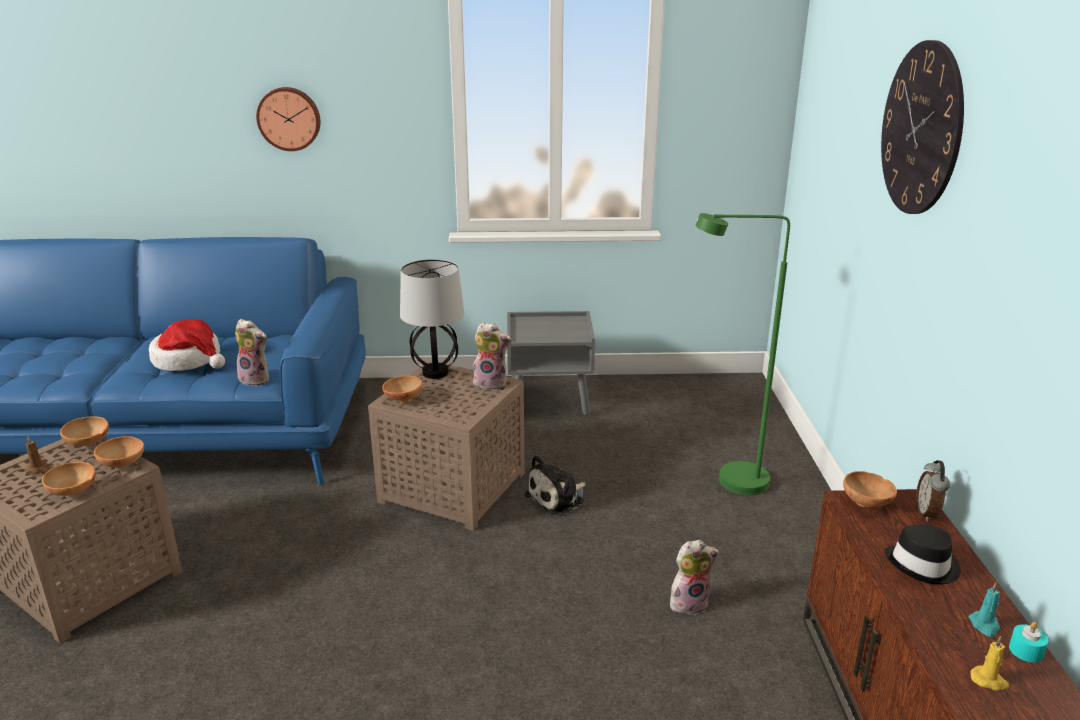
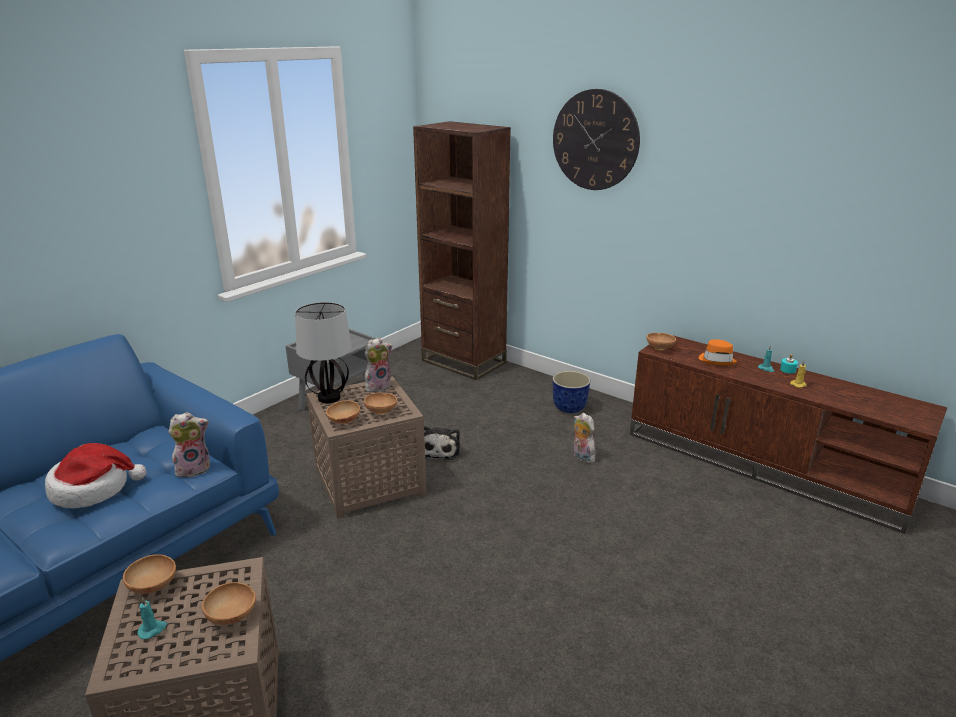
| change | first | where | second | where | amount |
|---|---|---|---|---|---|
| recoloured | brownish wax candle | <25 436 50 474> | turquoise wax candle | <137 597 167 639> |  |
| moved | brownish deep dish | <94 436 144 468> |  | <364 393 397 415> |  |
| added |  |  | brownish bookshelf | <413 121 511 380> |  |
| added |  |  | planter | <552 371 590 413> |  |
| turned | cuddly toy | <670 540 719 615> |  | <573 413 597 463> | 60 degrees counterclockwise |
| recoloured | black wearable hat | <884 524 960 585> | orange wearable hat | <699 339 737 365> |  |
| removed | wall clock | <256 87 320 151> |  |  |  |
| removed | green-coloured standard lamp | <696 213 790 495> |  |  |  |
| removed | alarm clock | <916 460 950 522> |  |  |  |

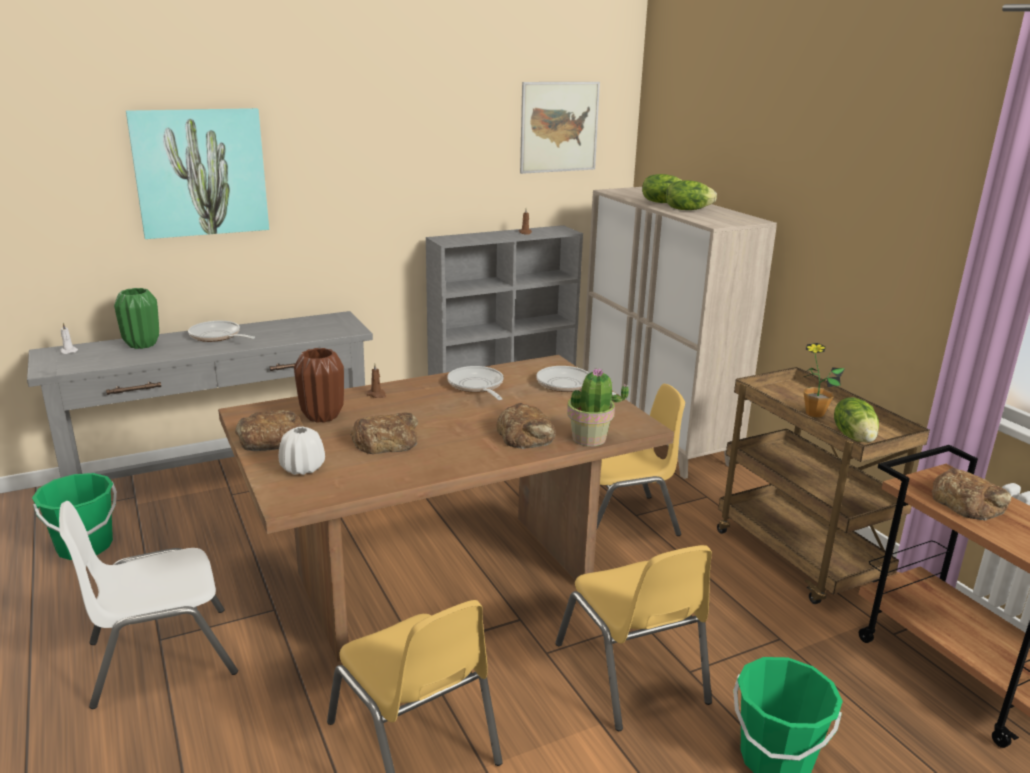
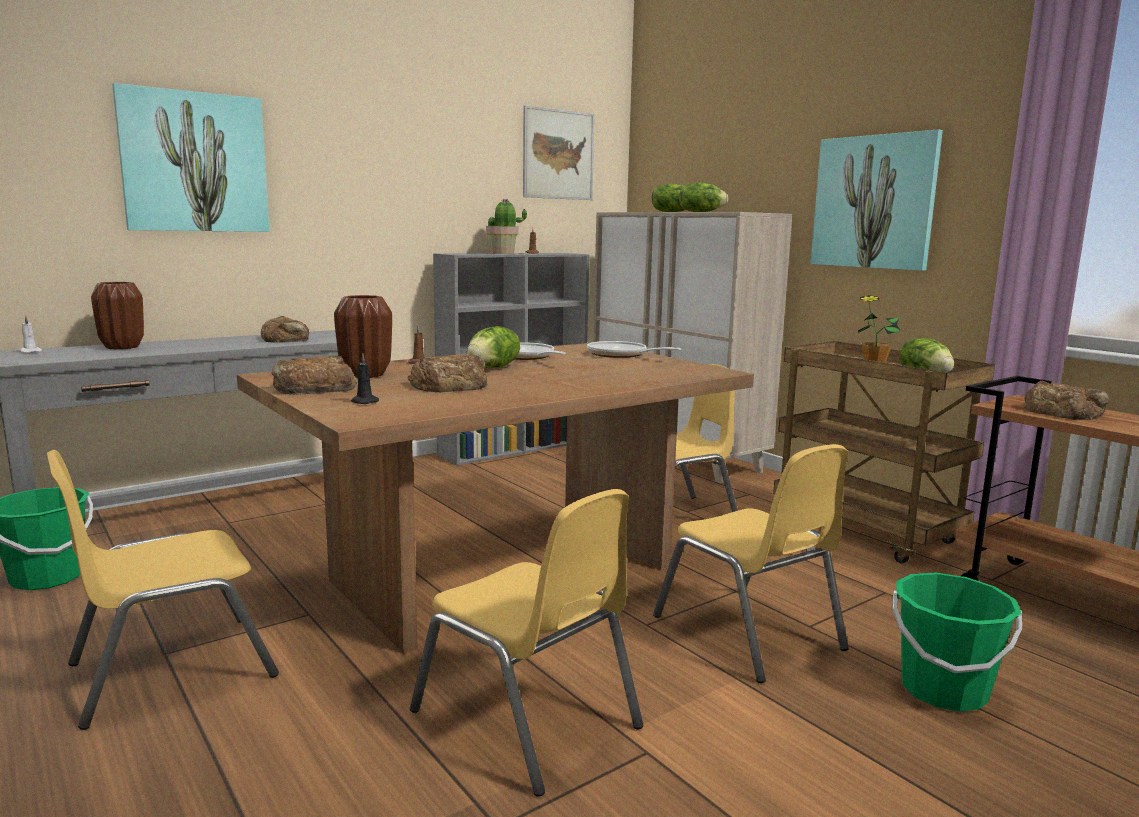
| change | first | where | second | where | amount |
|---|---|---|---|---|---|
| recoloured | white chair | <59 501 238 709> | yellow chair | <47 449 279 730> |  |
| recoloured | green-coloured vase | <114 288 159 349> | brownish vase | <91 282 144 349> |  |
| moved | bakery bread | <496 403 556 449> |  | <261 316 309 343> |  |
| replaced | white vase | <279 427 325 475> | black wax candle | <351 353 379 404> |  |
| added |  |  | lettuce | <467 326 520 368> |  |
| moved | plant in a pot | <567 368 629 446> |  | <486 199 527 254> |  |
| added |  |  | wall art | <810 129 943 271> |  |
| removed | frying pan | <188 321 255 342> |  |  |  |

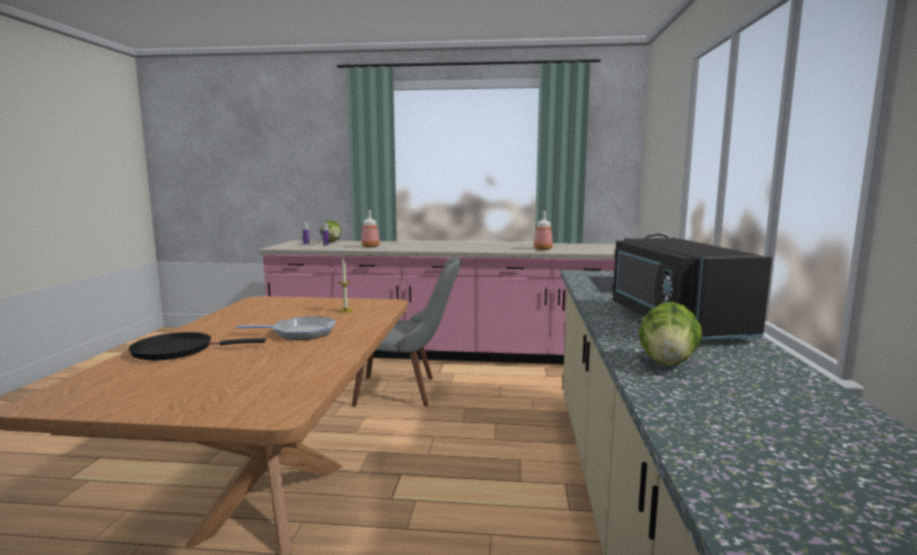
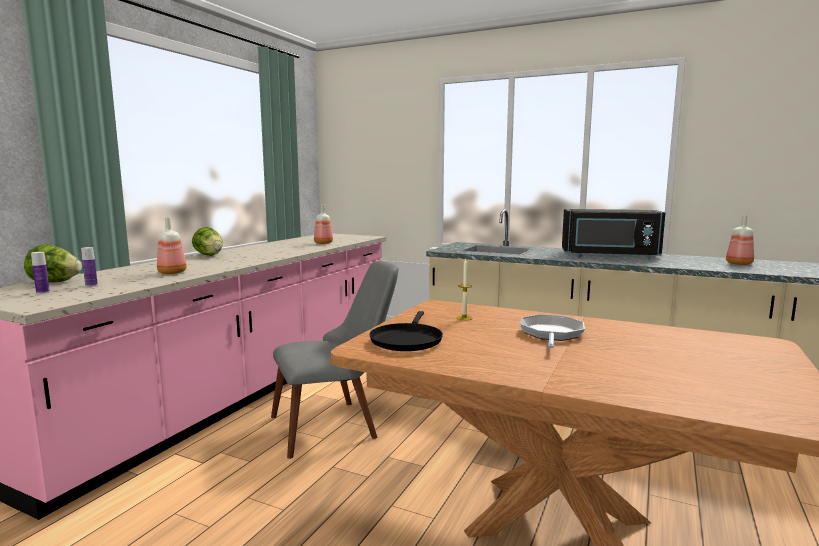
| change | first | where | second | where | amount |
|---|---|---|---|---|---|
| moved | lettuce | <639 302 703 366> |  | <192 227 223 256> |  |
| turned | grey chair | <352 257 461 407> |  | <271 261 398 459> | 45 degrees clockwise |
| moved | black frying pan | <128 332 266 360> |  | <369 311 443 351> |  |
| added |  |  | bottle | <726 215 754 265> |  |

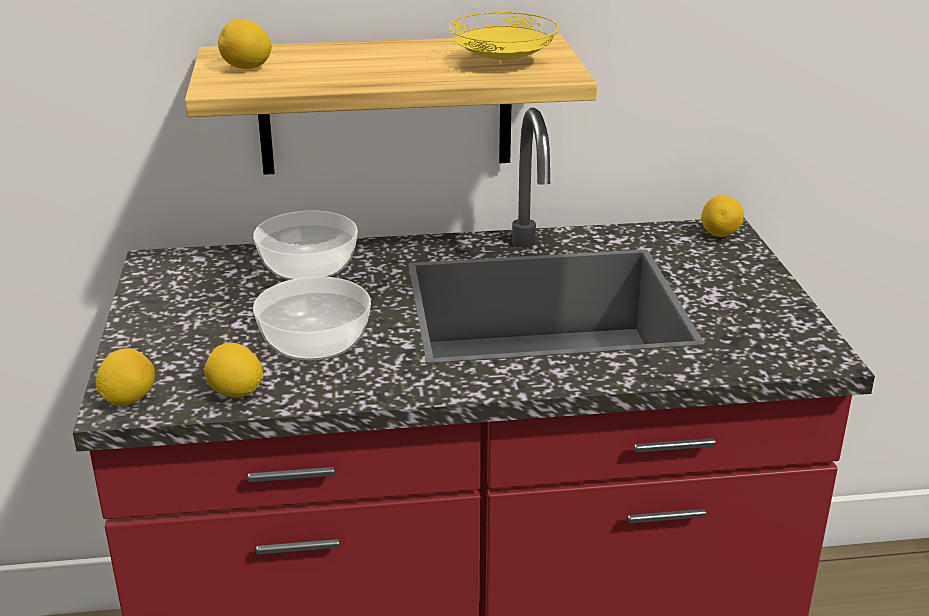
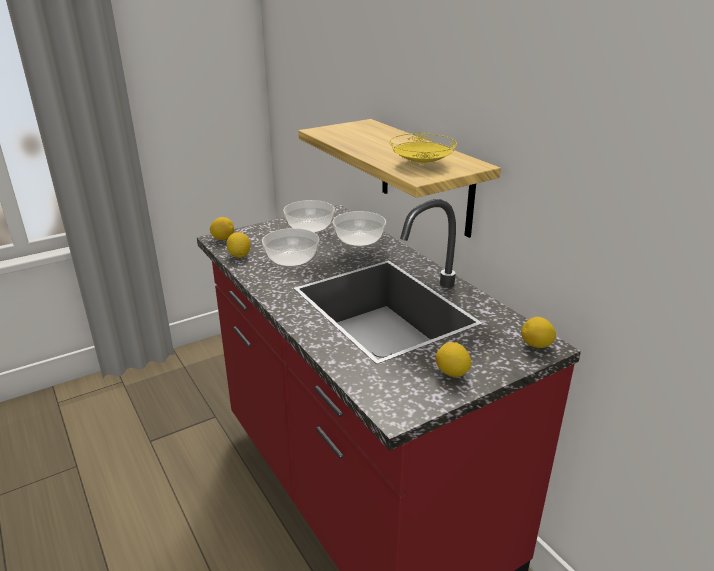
| change | first | where | second | where | amount |
|---|---|---|---|---|---|
| added |  |  | deep dish | <283 200 335 233> |  |
| moved | whole lemon | <218 19 272 69> |  | <436 342 471 377> |  |

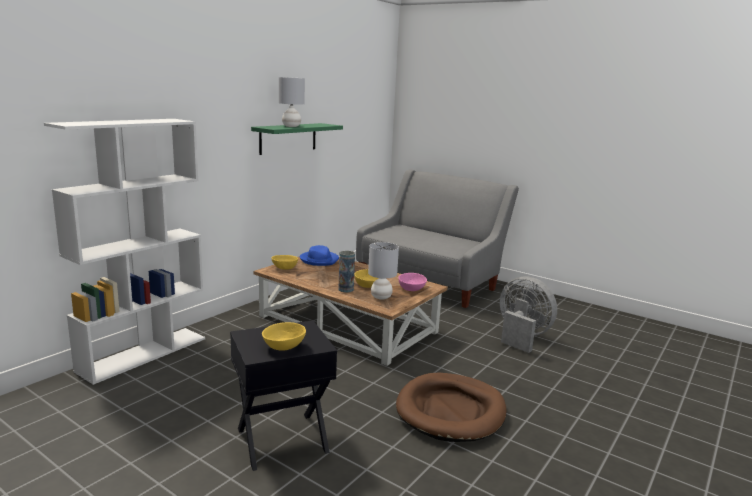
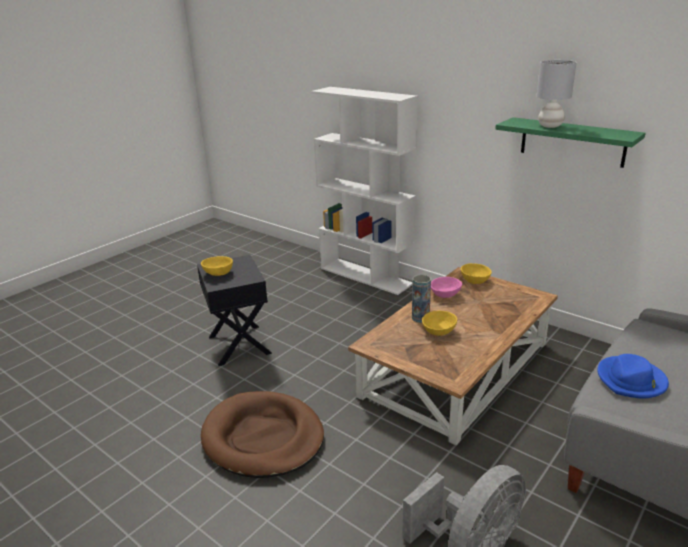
| change | first | where | second | where | amount |
|---|---|---|---|---|---|
| moved | pink deep dish | <398 273 427 291> |  | <431 277 462 298> |  |
| moved | blue-coloured wearable hat | <300 245 339 266> |  | <598 354 669 399> |  |
| removed | grey table lamp | <368 242 399 300> |  |  |  |

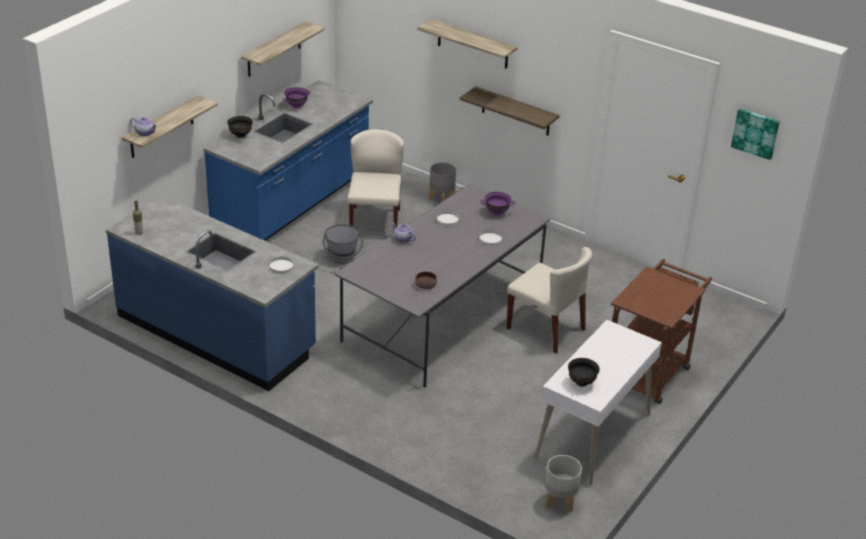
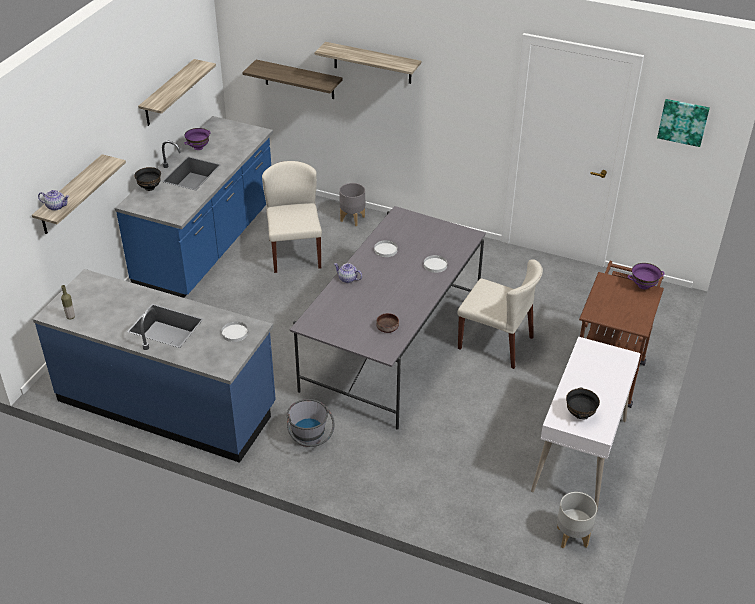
| change | first | where | second | where | amount |
|---|---|---|---|---|---|
| moved | bracket shelf | <460 86 560 135> |  | <242 60 343 99> |  |
| moved | grey water bucket | <323 224 363 264> |  | <287 399 335 447> |  |
| moved | purple-coloured deep dish | <480 192 516 216> |  | <628 263 665 290> |  |

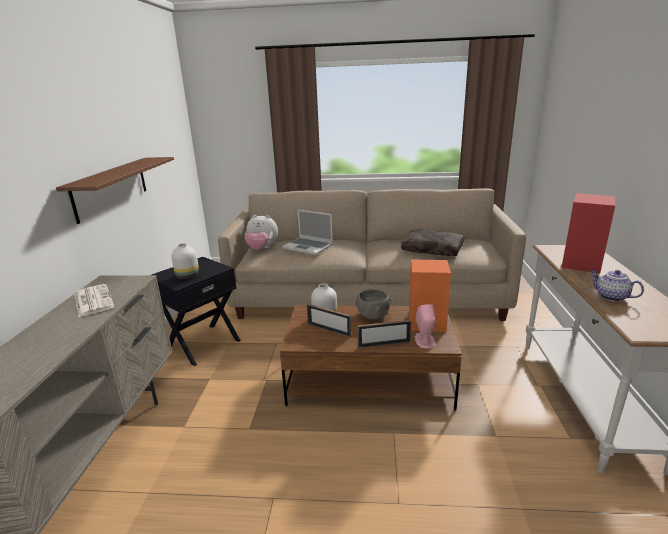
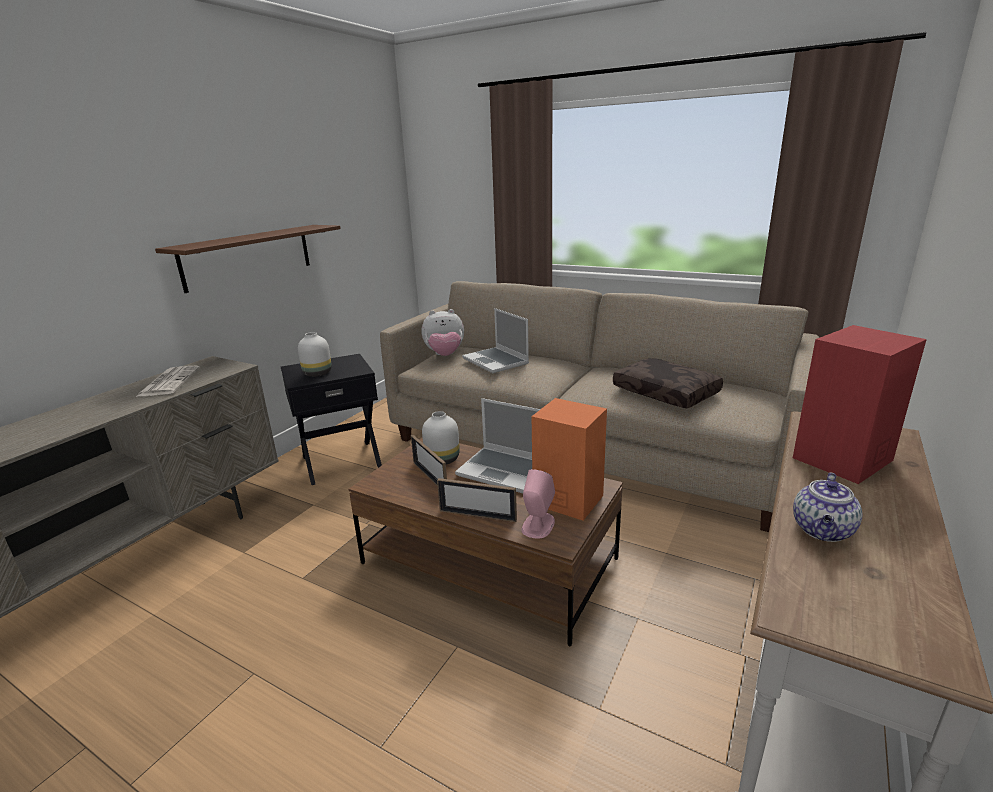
| change | first | where | second | where | amount |
|---|---|---|---|---|---|
| turned | cuddly toy | <245 215 278 250> |  | <421 309 464 356> | 45 degrees counterclockwise |
| replaced | grey deep dish | <355 289 391 320> | laptop | <455 398 540 493> |  |
| turned | tea pot | <590 270 644 302> |  | <793 473 863 542> | 135 degrees counterclockwise |

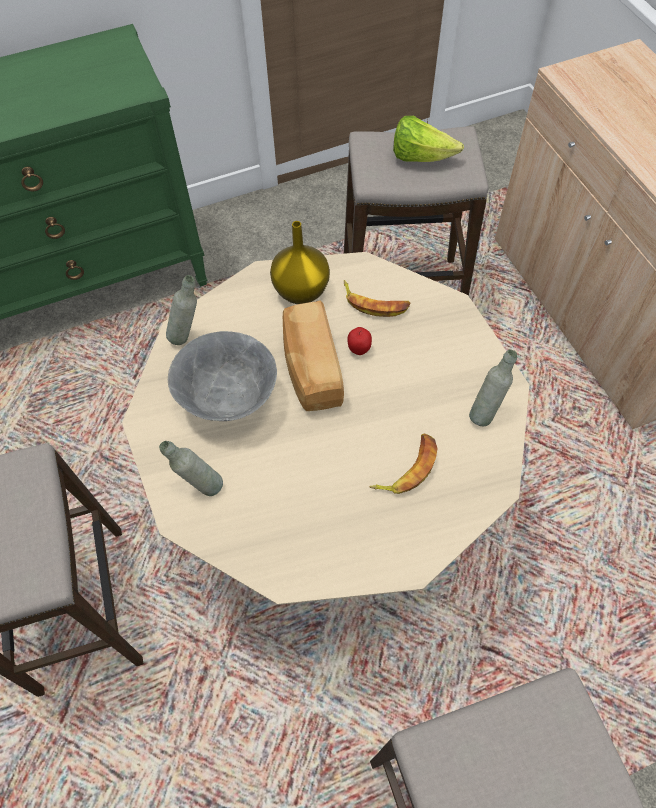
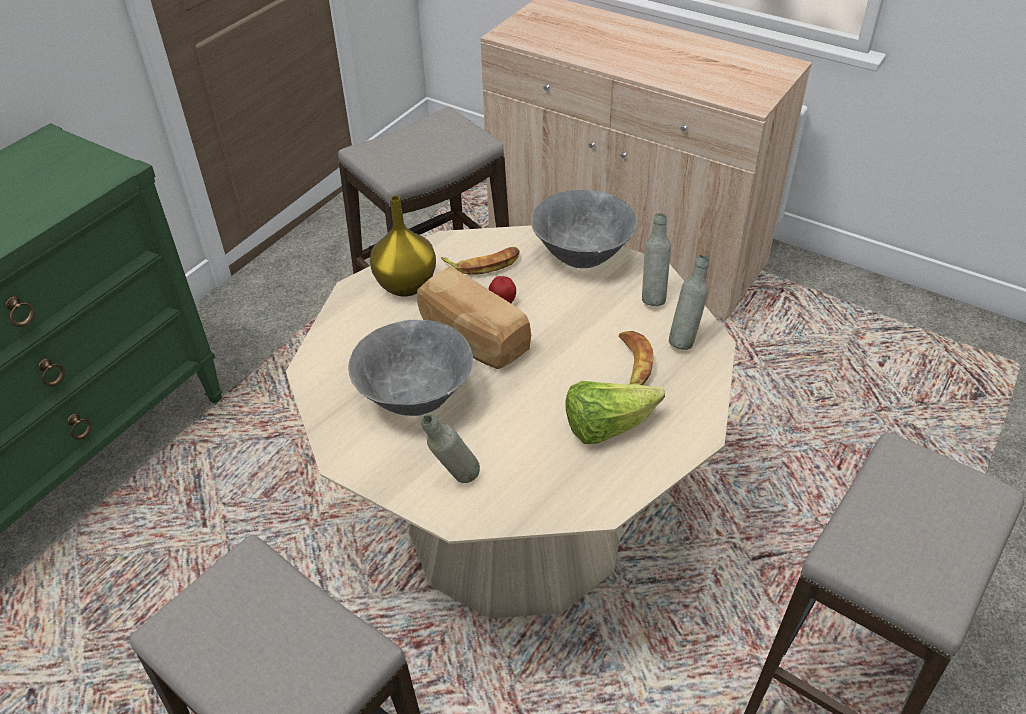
| change | first | where | second | where | amount |
|---|---|---|---|---|---|
| added |  |  | grey deep dish | <531 190 637 268> |  |
| moved | lettuce | <393 116 464 162> |  | <566 381 665 444> |  |
| moved | grey bottle | <166 275 197 345> |  | <669 255 709 350> |  |

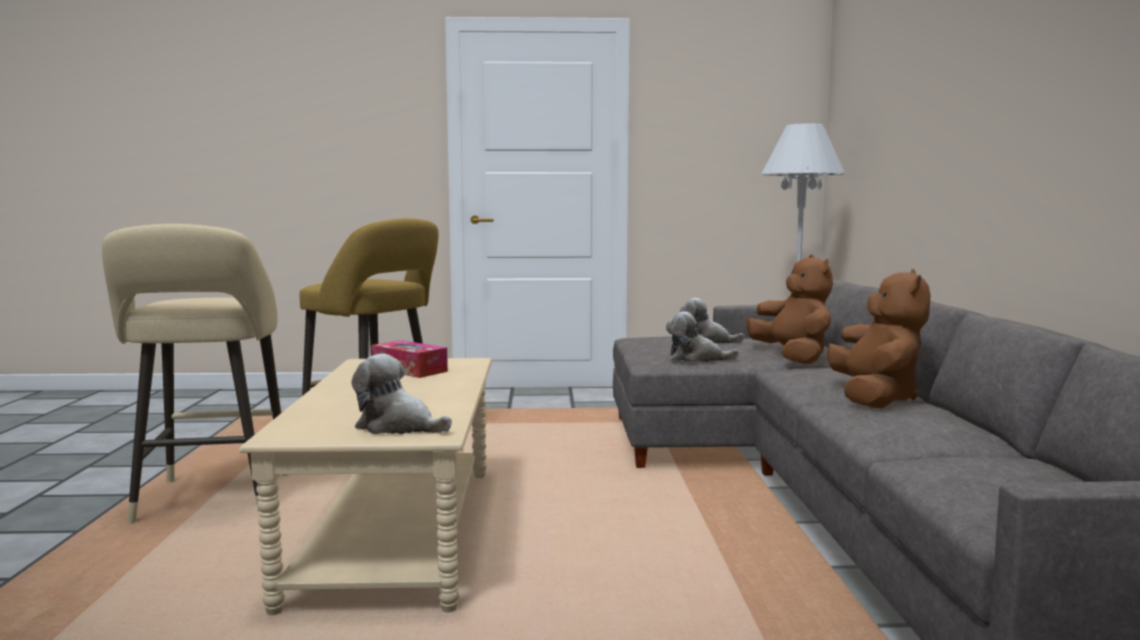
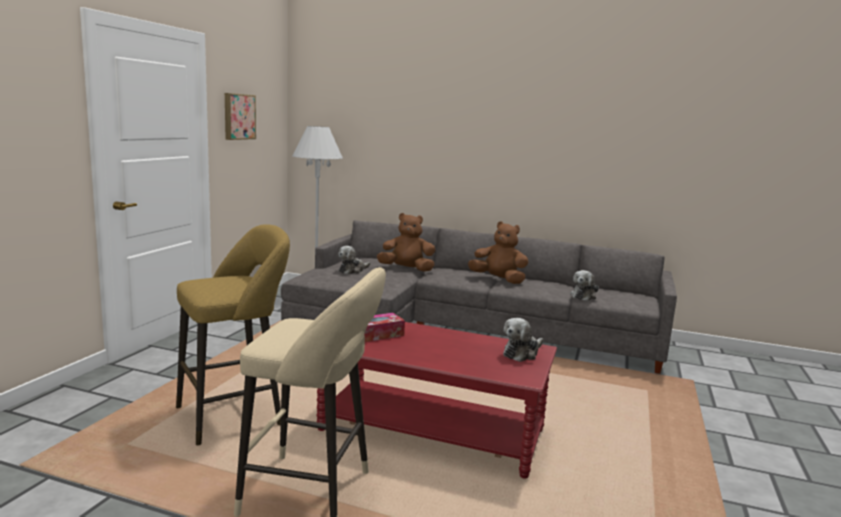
| change | first | where | second | where | amount |
|---|---|---|---|---|---|
| added |  |  | wall art | <225 93 256 140> |  |
| recoloured | beige-coloured coffee table | <239 358 492 615> | red coffee table | <317 322 557 479> |  |
| moved | cuddly toy | <666 312 739 363> |  | <570 270 599 301> |  |

